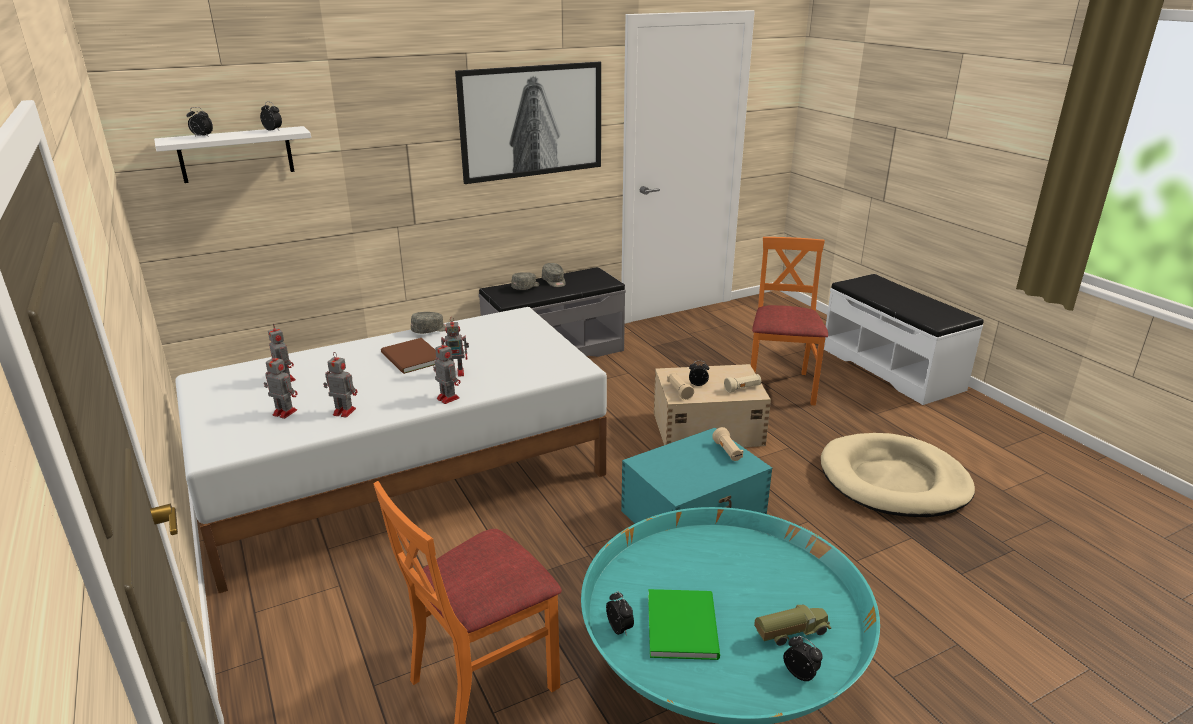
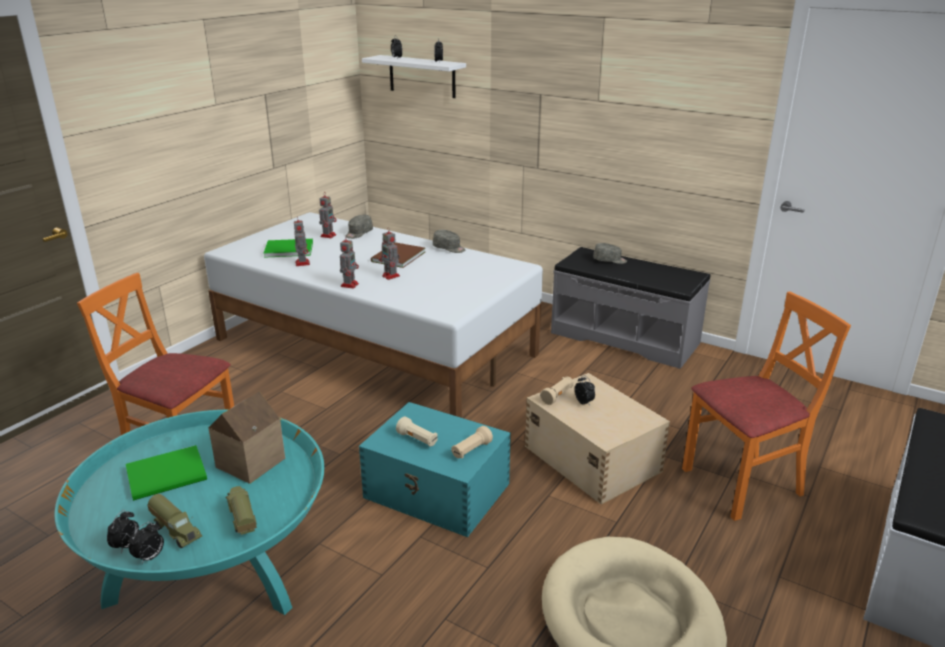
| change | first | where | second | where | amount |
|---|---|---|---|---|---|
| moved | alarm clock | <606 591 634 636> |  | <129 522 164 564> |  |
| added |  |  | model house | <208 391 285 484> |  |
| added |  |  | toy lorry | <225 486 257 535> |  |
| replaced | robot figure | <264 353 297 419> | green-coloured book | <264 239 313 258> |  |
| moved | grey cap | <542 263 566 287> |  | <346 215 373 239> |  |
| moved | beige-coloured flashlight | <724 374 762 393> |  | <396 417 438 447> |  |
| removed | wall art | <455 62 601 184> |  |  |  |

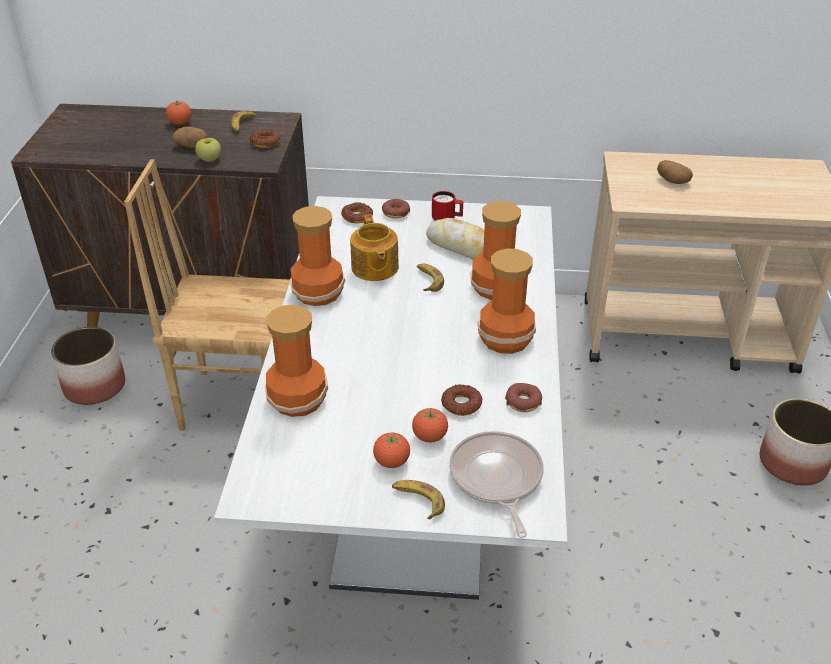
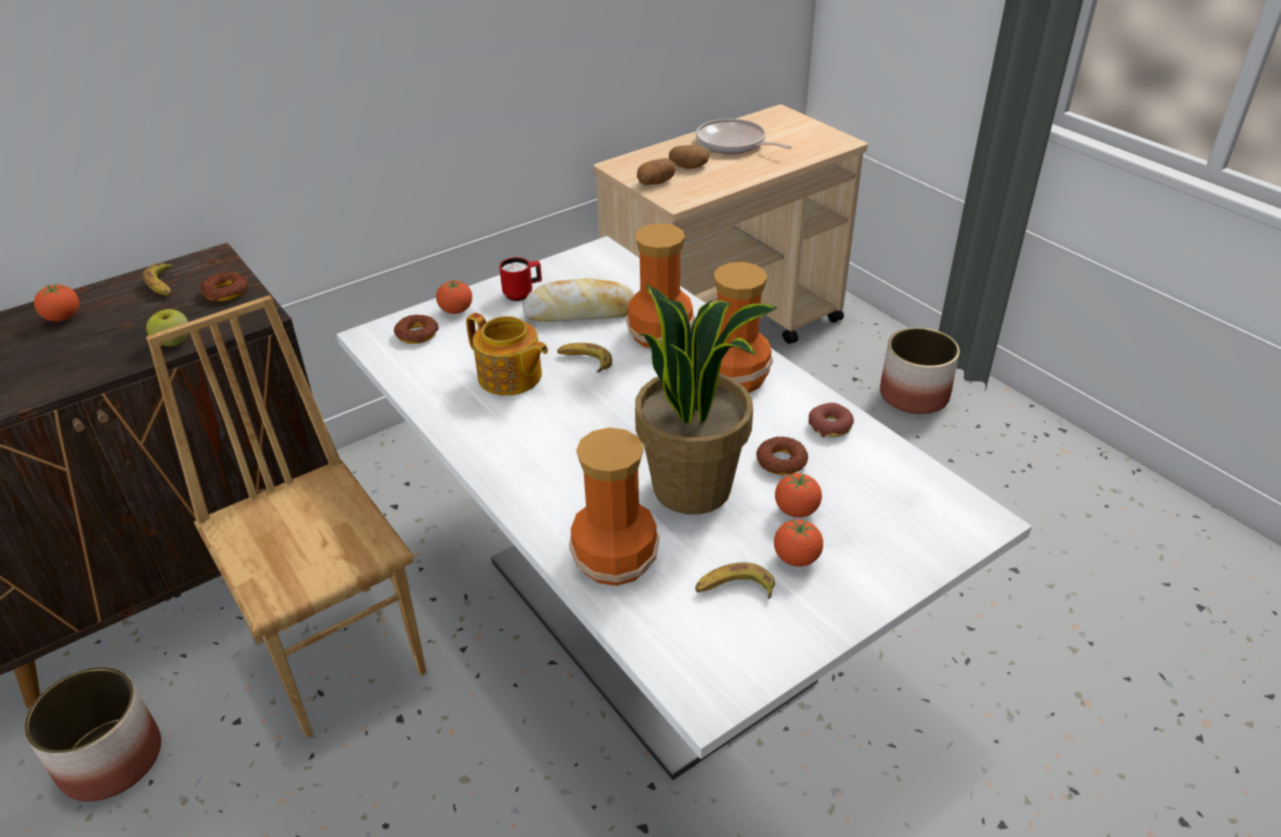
| change | first | where | second | where | amount |
|---|---|---|---|---|---|
| turned | brownish chair | <124 159 290 430> |  | <146 295 427 738> | 90 degrees clockwise |
| replaced | donut | <382 199 410 218> | fresh tomato | <436 279 472 314> |  |
| added |  |  | plant in a pot | <635 284 777 514> |  |
| moved | potato | <172 127 207 148> |  | <637 158 676 185> |  |
| moved | banana | <392 480 445 519> |  | <695 562 775 599> |  |
| moved | frying pan | <449 431 543 538> |  | <696 119 792 154> |  |
| removed | vase | <290 206 345 306> |  |  |  |

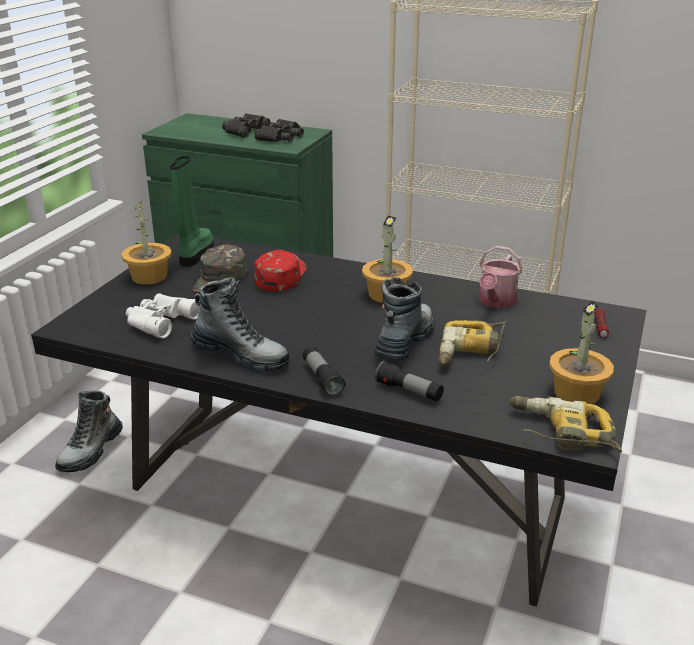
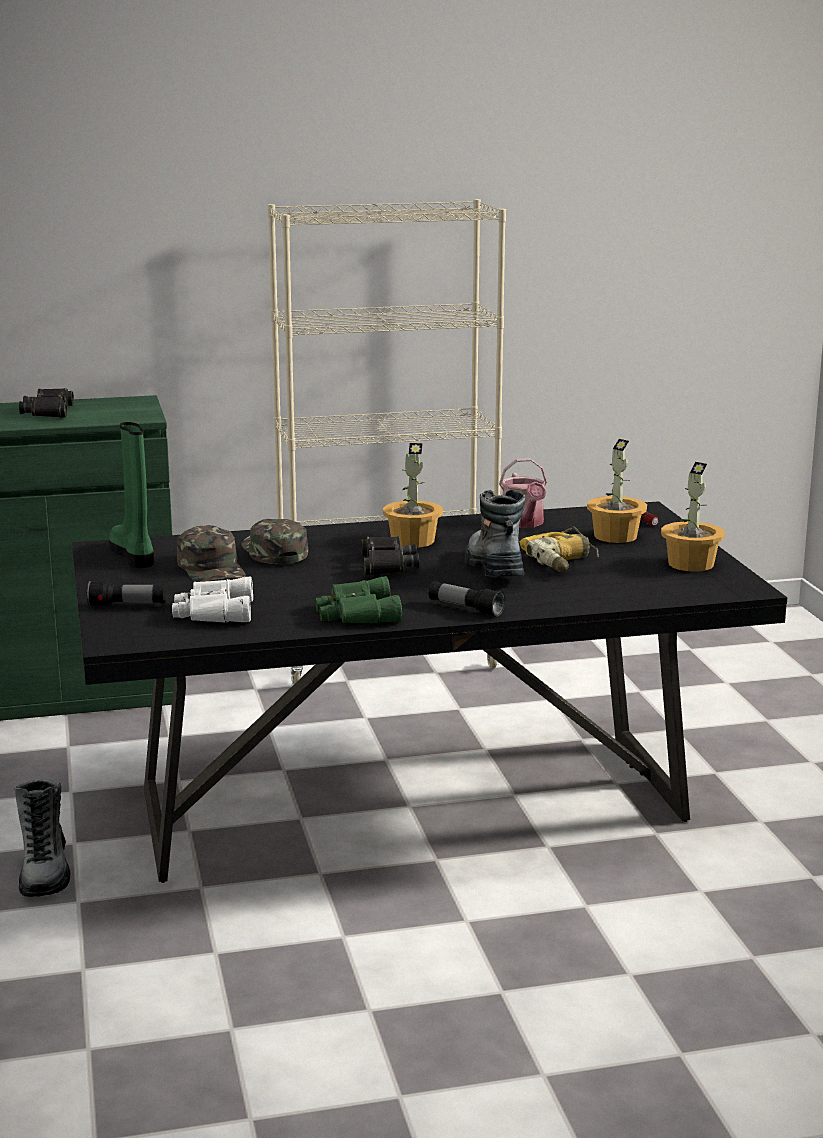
| change | first | where | second | where | amount |
|---|---|---|---|---|---|
| moved | flashlight | <375 361 444 402> |  | <87 581 166 606> |  |
| recoloured | red cap | <254 250 307 291> | green-coloured cap | <241 519 308 564> |  |
| replaced | high-top boot | <191 277 290 373> | green-coloured field glasses | <315 576 402 623> |  |
| moved | black field glasses | <255 119 304 142> |  | <361 536 419 575> |  |
| moved | plant in a pot | <121 201 172 285> |  | <587 439 647 543> |  |
| removed | drill | <509 396 622 453> |  |  |  |

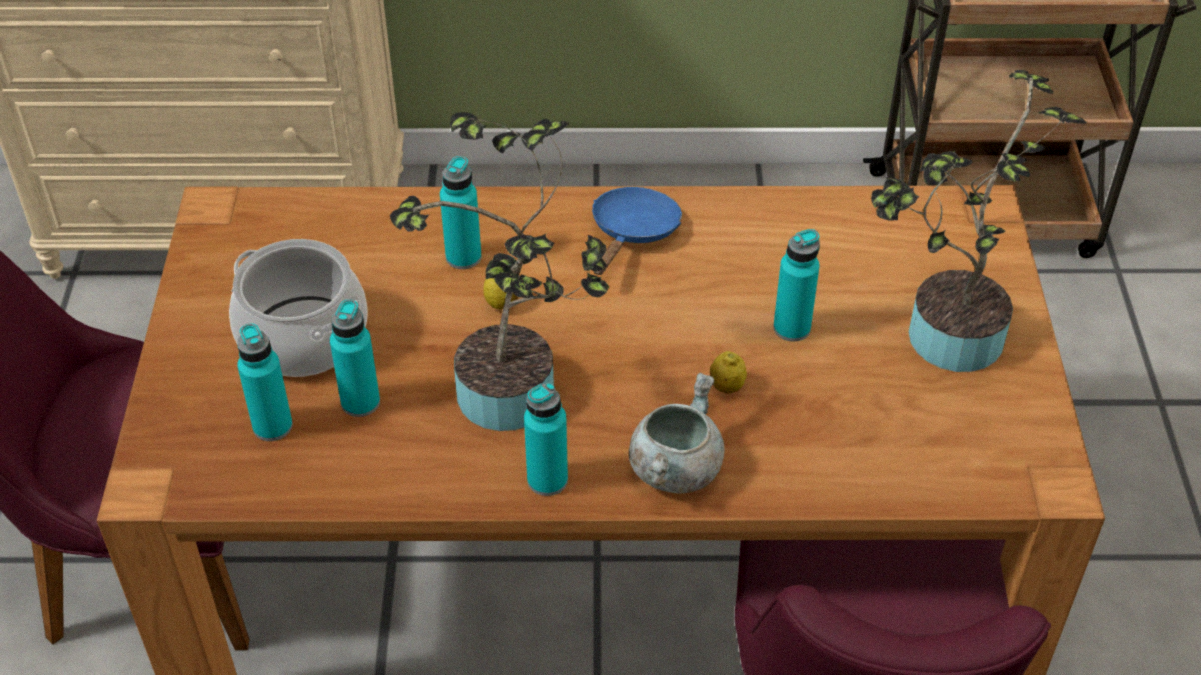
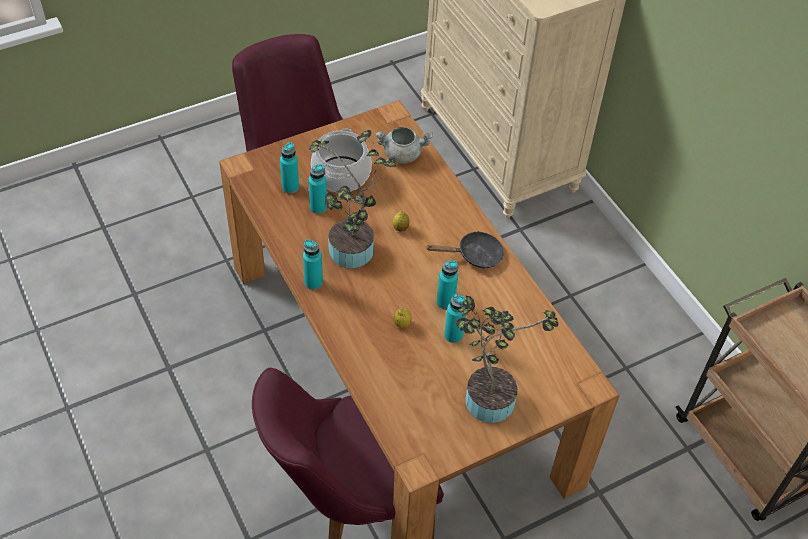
| change | first | where | second | where | amount |
|---|---|---|---|---|---|
| moved | grey cooking pot | <629 373 724 493> |  | <376 127 433 164> |  |
| recoloured | blue-coloured frying pan | <592 187 682 275> | black frying pan | <426 231 504 269> |  |
| moved | turquoise bottle | <440 156 482 269> |  | <437 260 458 310> |  |

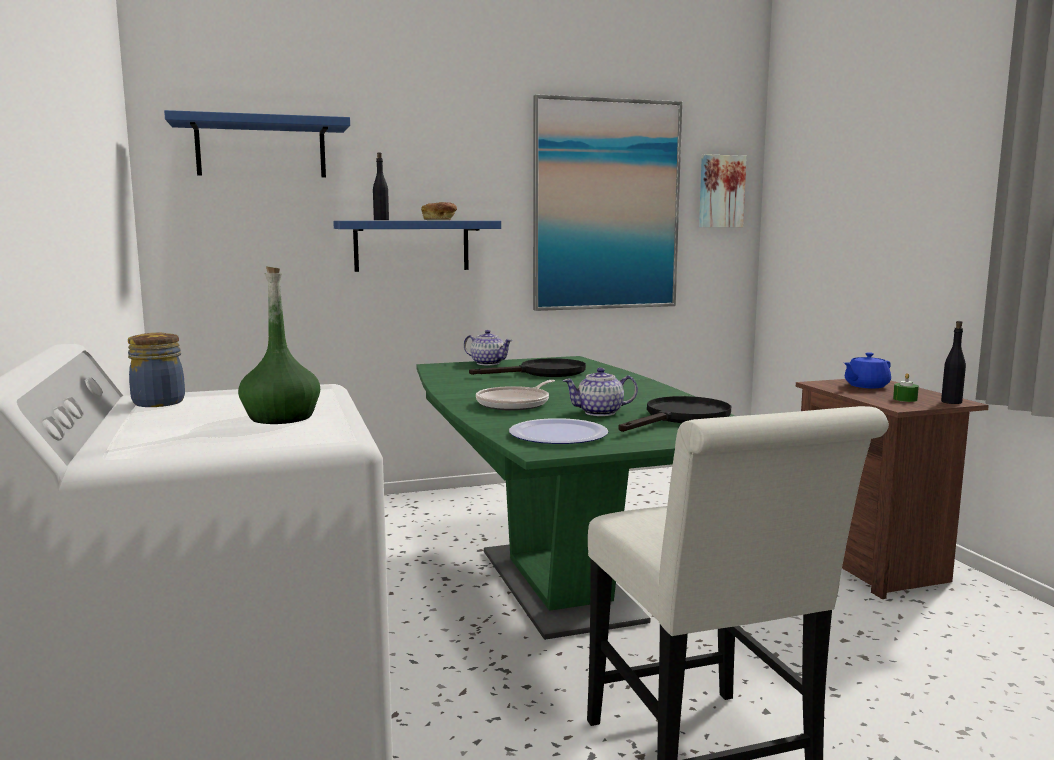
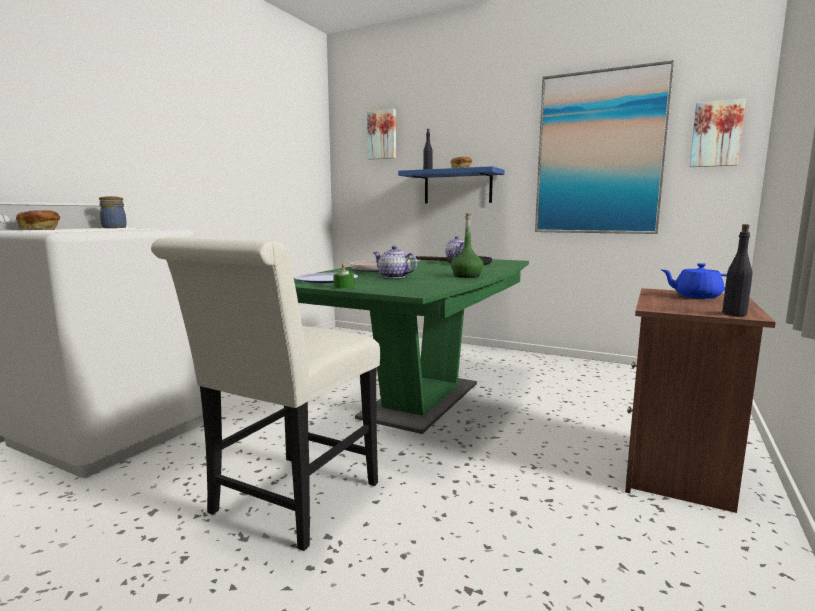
| change | first | where | second | where | amount |
|---|---|---|---|---|---|
| added |  |  | bakery bread | <16 210 60 230> |  |
| moved | green-coloured wax candle | <893 373 919 402> |  | <333 263 354 289> |  |
| replaced | blue-coloured bracket shelf | <164 110 350 177> | wall art | <367 109 396 160> |  |
| moved | green-coloured bottle | <238 266 320 424> |  | <451 213 484 278> |  |
| removed | black frying pan | <618 396 731 432> |  |  |  |

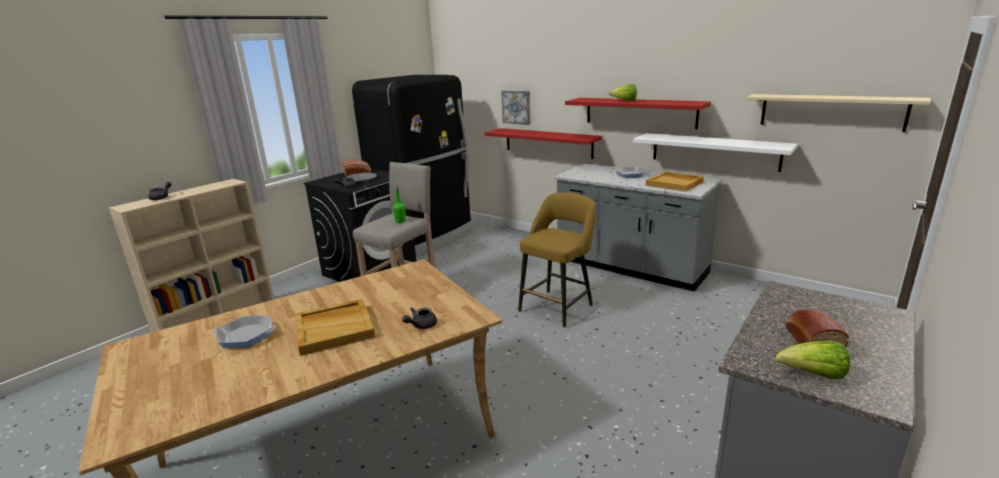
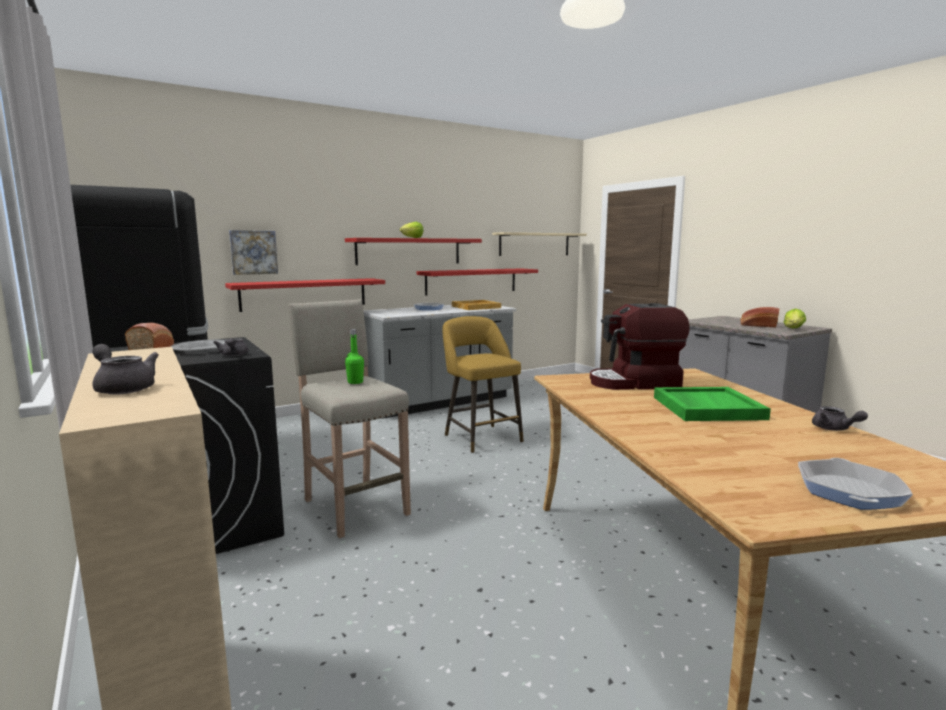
| change | first | where | second | where | amount |
|---|---|---|---|---|---|
| recoloured | white bracket shelf | <633 133 798 172> | red bracket shelf | <417 268 538 296> |  |
| added |  |  | coffee brewer | <590 303 690 390> |  |
| recoloured | beige-coloured carrying tray | <295 299 375 356> | green-coloured carrying tray | <654 387 771 421> |  |
| moved | frying pan | <213 315 276 348> |  | <798 458 913 509> |  |
| moved | grey tea pot | <402 307 437 329> |  | <812 406 868 431> |  |

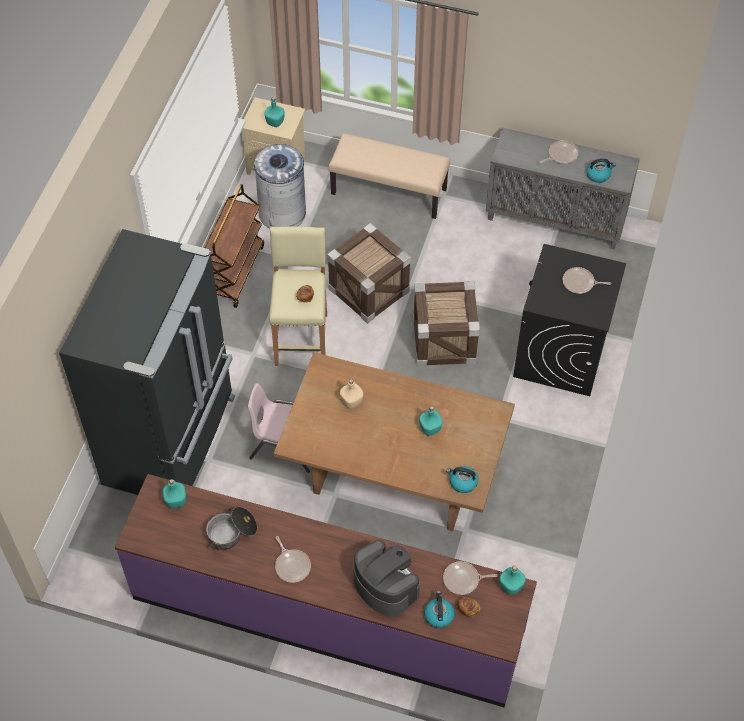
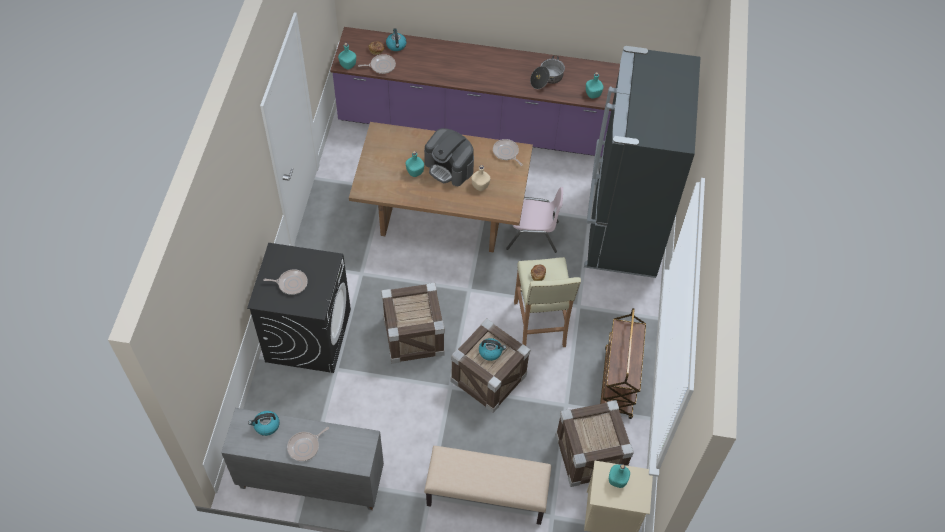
| change | first | where | second | where | amount |
|---|---|---|---|---|---|
| moved | coffee brewer | <353 540 420 617> |  | <424 128 474 186> |  |
| moved | kettle | <446 466 478 493> |  | <479 338 506 361> |  |
| moved | frying pan | <275 536 311 583> |  | <493 139 523 166> |  |
| replaced | grey rubbish bin | <254 144 306 228> | crate | <555 400 634 487> |  |

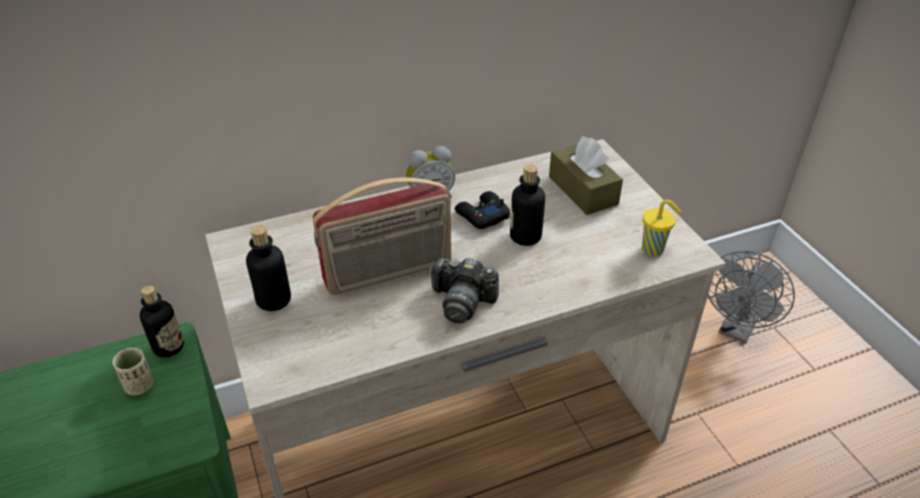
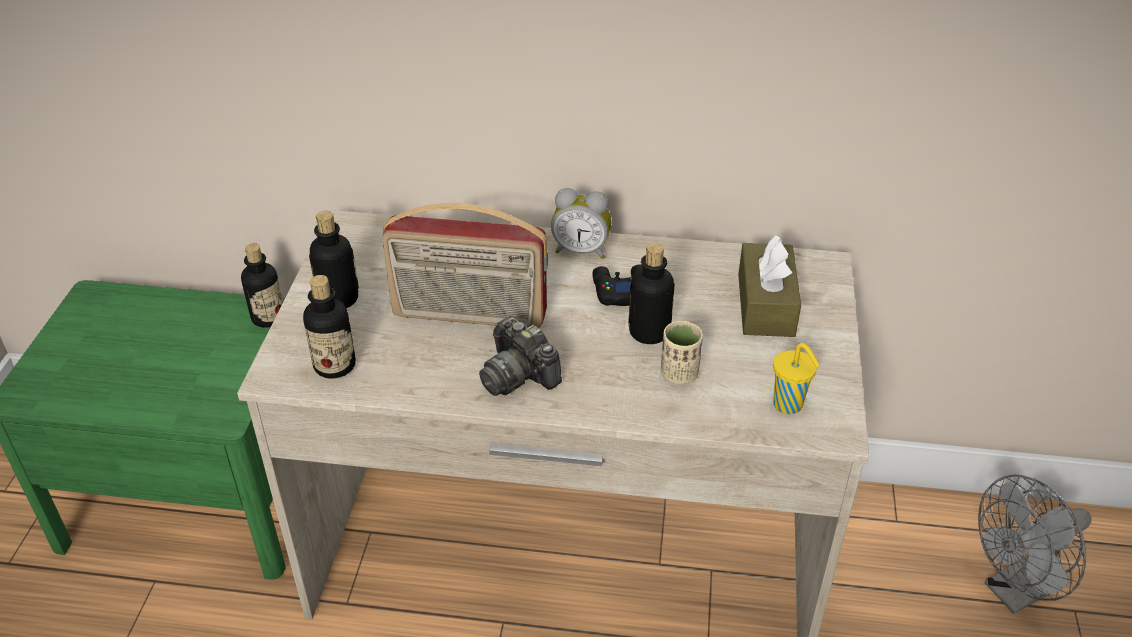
| change | first | where | second | where | amount |
|---|---|---|---|---|---|
| added |  |  | bottle | <303 275 356 379> |  |
| moved | beige-coloured drinking cup | <113 348 154 395> |  | <661 321 703 384> |  |

